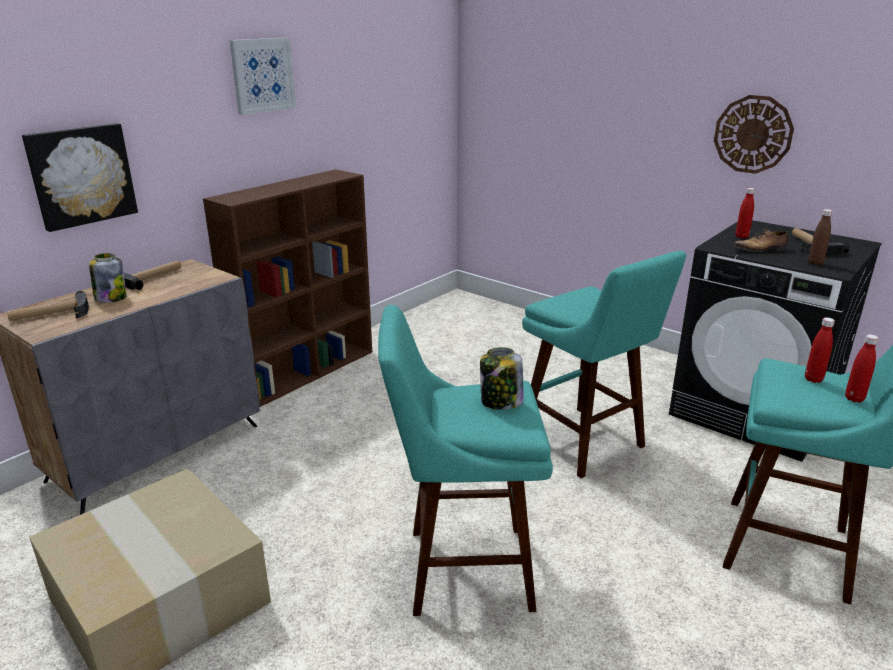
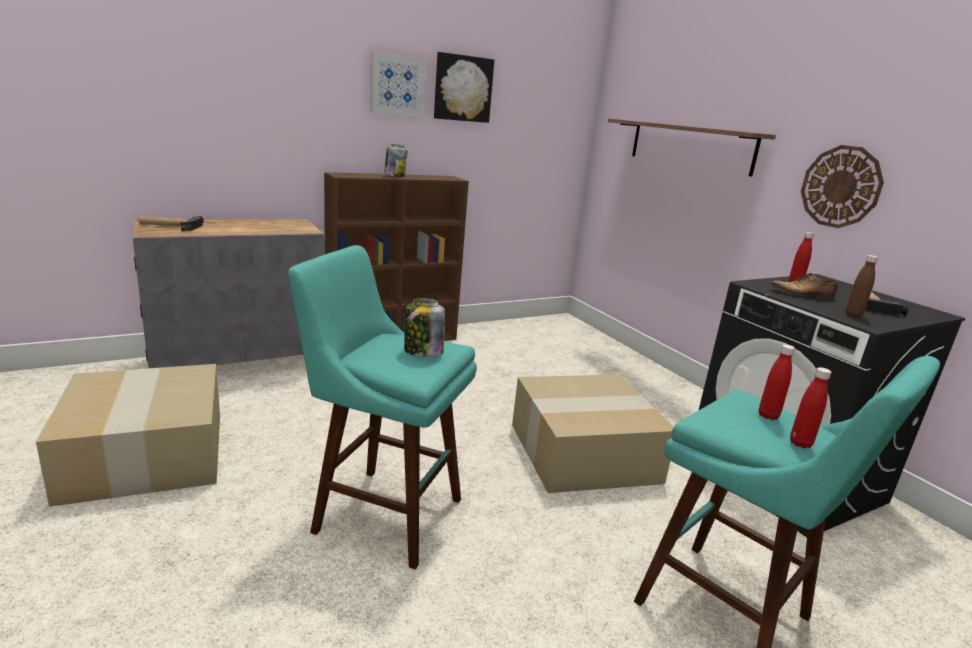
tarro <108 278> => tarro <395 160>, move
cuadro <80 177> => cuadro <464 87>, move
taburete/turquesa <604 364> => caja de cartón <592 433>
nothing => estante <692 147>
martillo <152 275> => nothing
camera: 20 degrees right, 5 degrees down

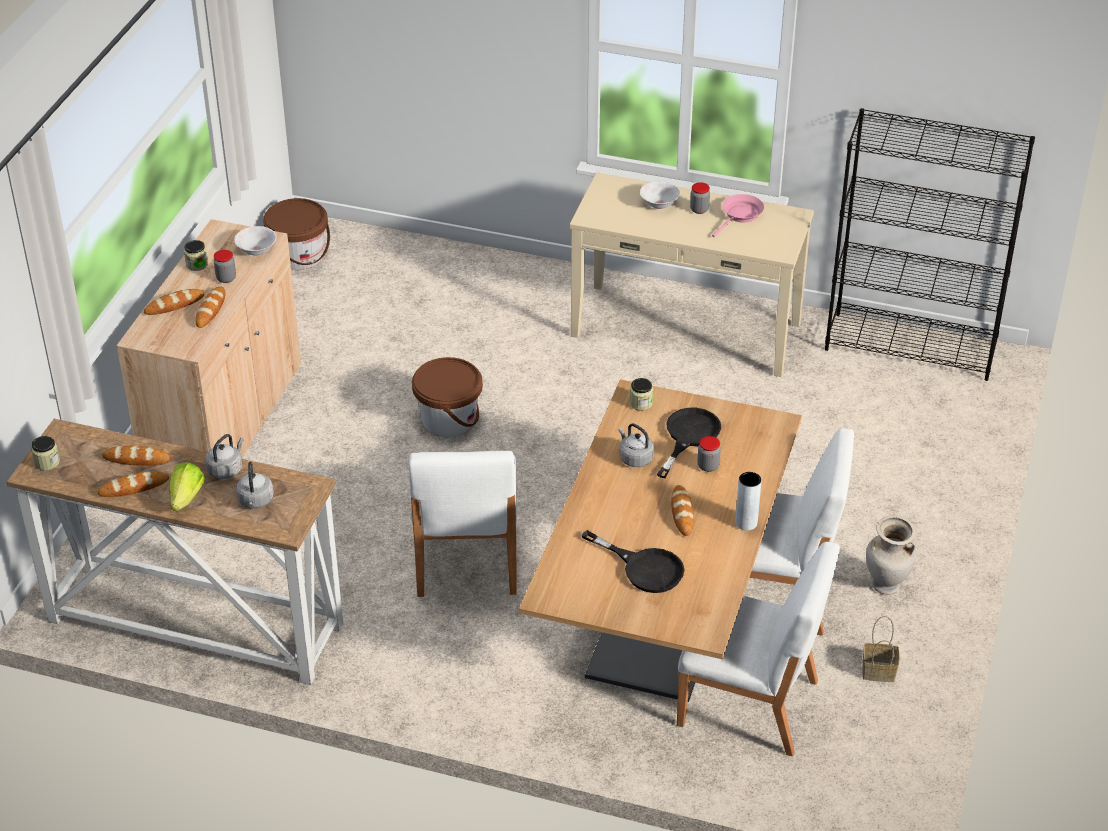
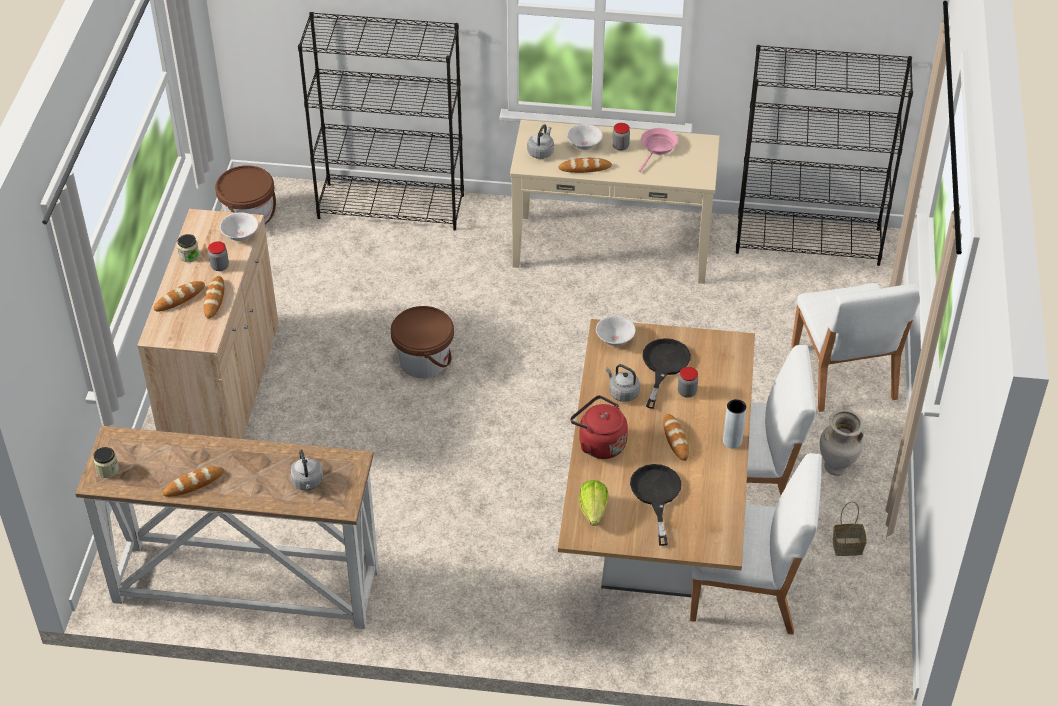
nothing => estantería/negro <381 121>
hervidor/gris <224 456> => hervidor/gris <540 141>, move
pan <136 455> => pan <585 165>, move
nothing => hervidor/rojo <599 427>
lechuga <187 486> => lechuga <594 503>, move
tarro <641 394> => cuenco/blanco <616 331>
sartén/negro <633 561> => sartén/negro <655 505>, 120 degrees counterclockwise
silla/blanco <463 524> => silla/blanco <855 347>, move
camera: 10 degrees left, 5 degrees up

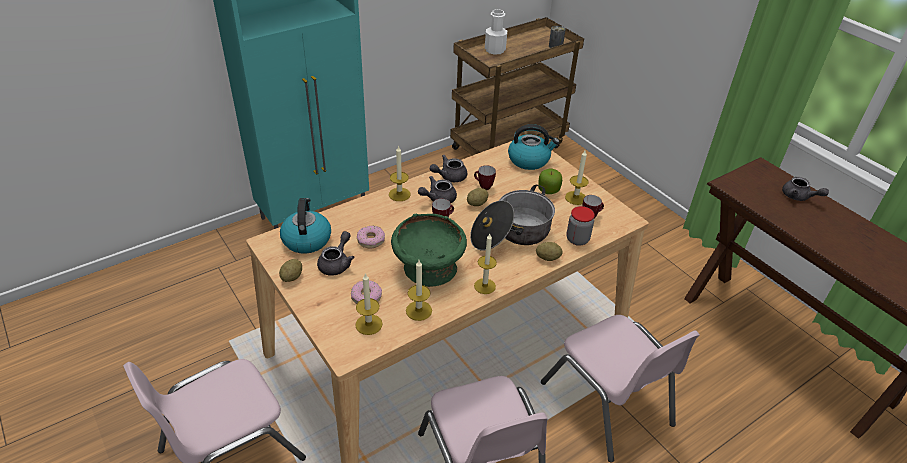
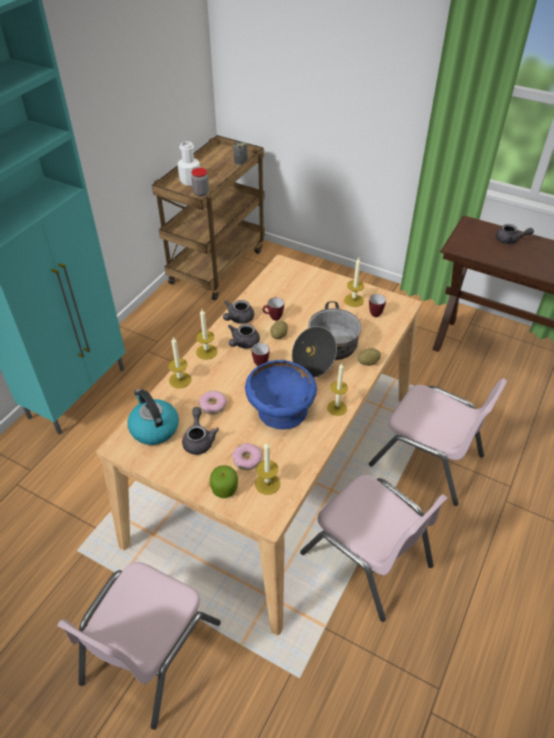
vela <419 290> => vela <179 362>, move
tarro <581 226> => tarro <200 182>, move
manzana <550 181> => manzana <224 481>, move
cuenco/verde <429 250> => cuenco/azul <281 394>
patata <290 270> => nothing
hervidor <533 147> => nothing
camera: 25 degrees left, 5 degrees up

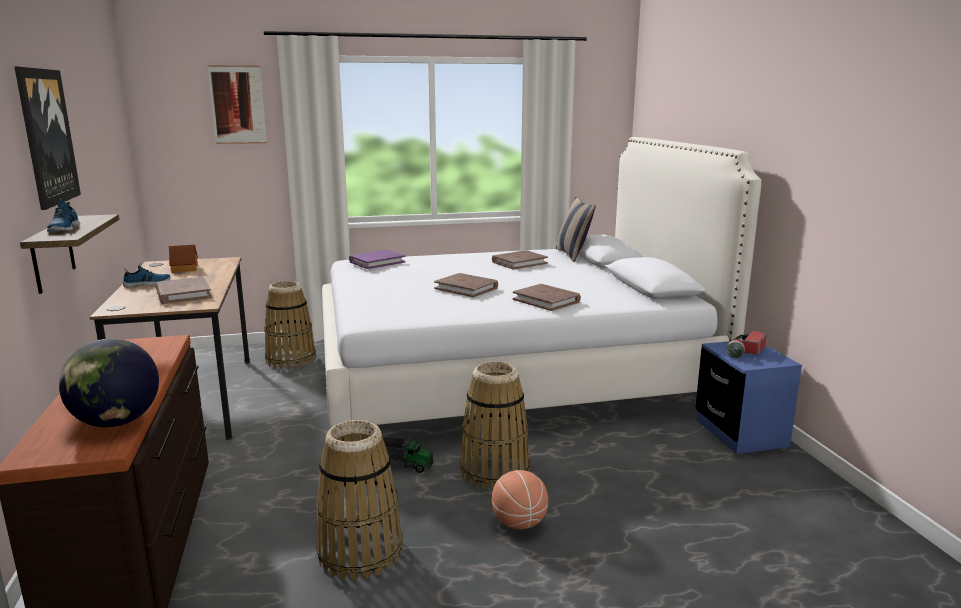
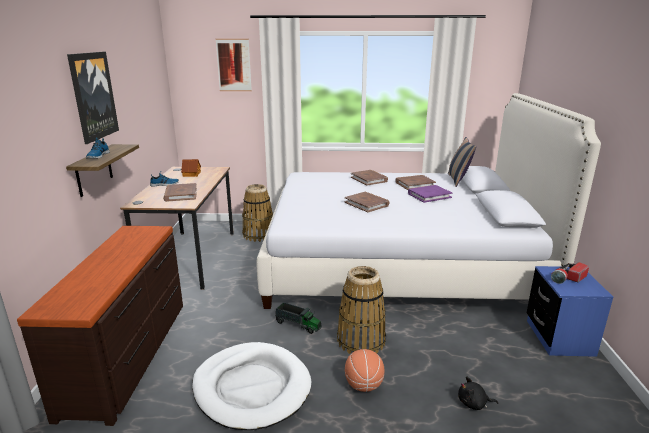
cesta <359 500> => cama para perro/blanco <251 386>
libro/marrón <547 297> => libro/marrón <369 178>, move
libro/morado <377 259> => libro/morado <430 194>, move
nothing => peluche/negro <478 393>
globo terráqueo <109 383> => nothing
camera: 15 degrees right, 5 degrees up

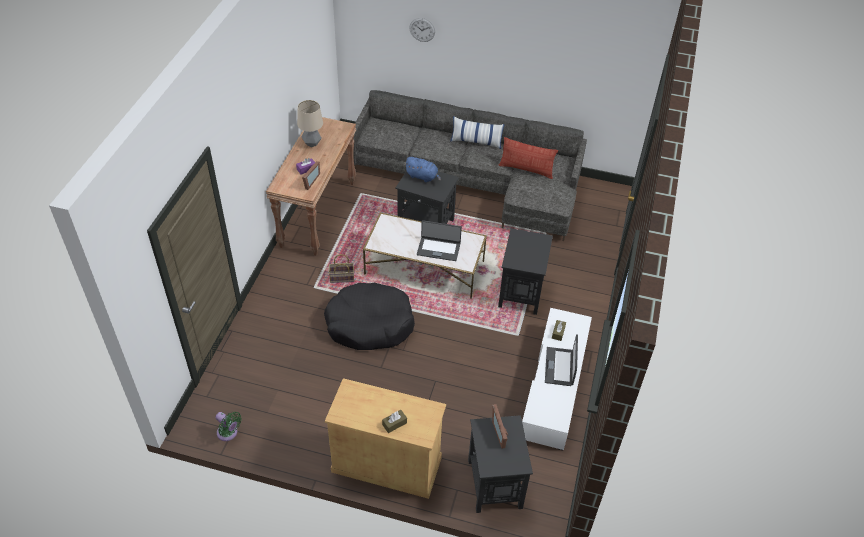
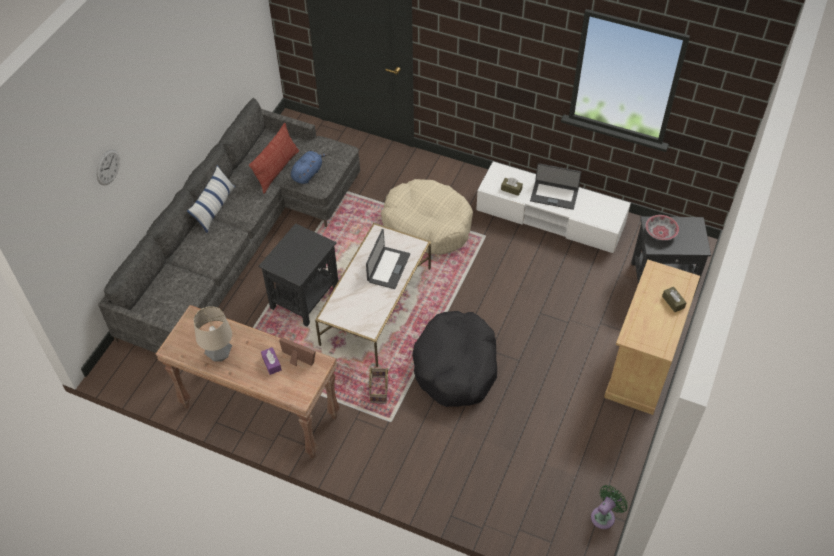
peluche/azul <423 169> => peluche/azul <309 167>, move
mesa auxiliar/negro <525 271> => cama para perro/beis <427 217>
portarretratos <500 426> => cuenco <662 227>
camera: 80 degrees left, 5 degrees up

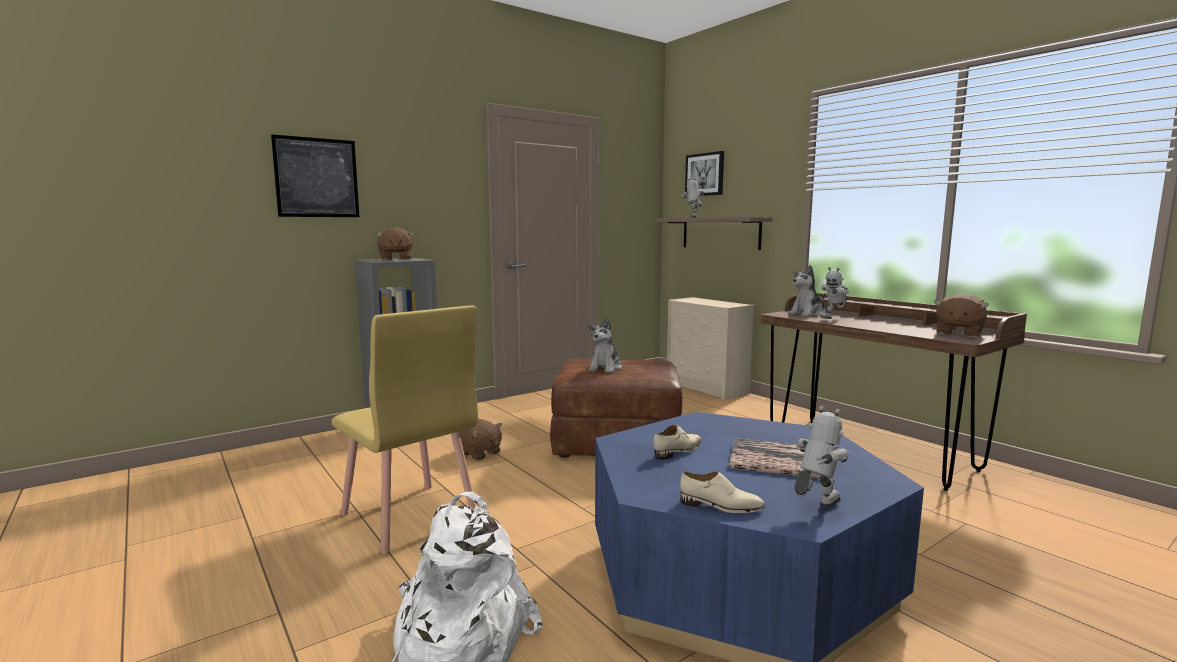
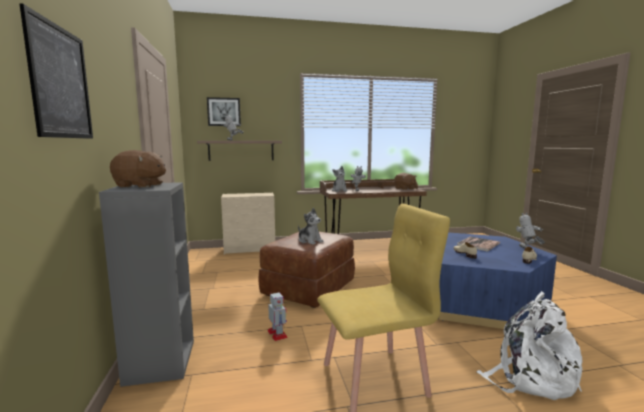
peluche/marrón <480 439> => robot de juguete <278 316>
camera: 65 degrees left, 0 degrees up

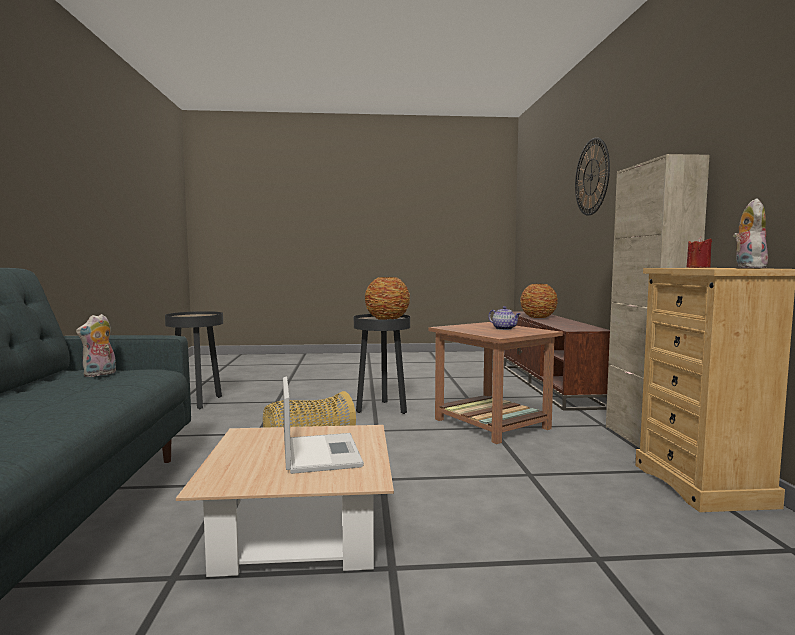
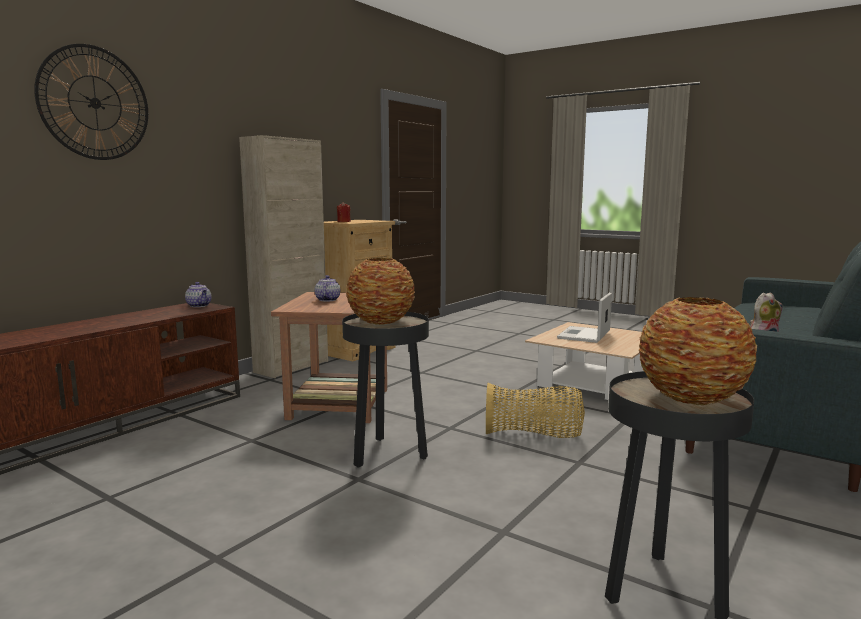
nothing => tetera <198 294>
florero <539 301> => florero <698 351>, move
peluche <750 233> => nothing
camera: 140 degrees left, 5 degrees up

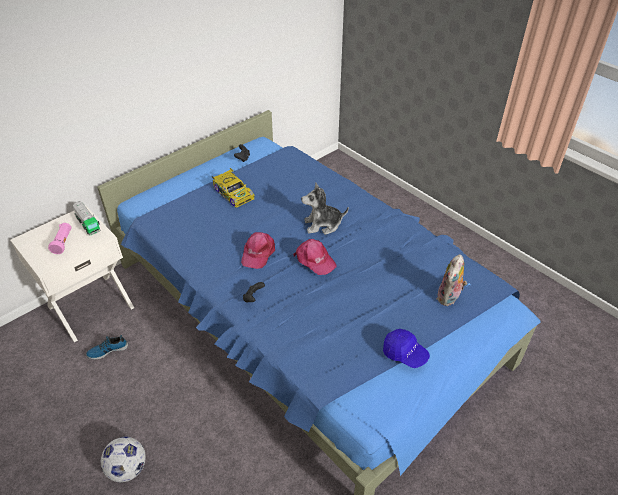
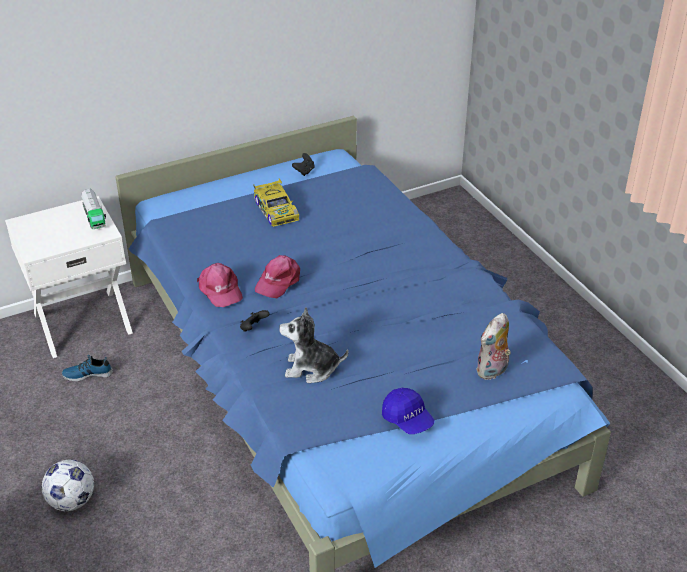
gorra/rosa <314 257> => gorra/rosa <220 285>, move
peluche <325 209> => peluche <314 345>, move
linterna/rosa <60 238> => nothing
camera: 15 degrees right, 5 degrees down

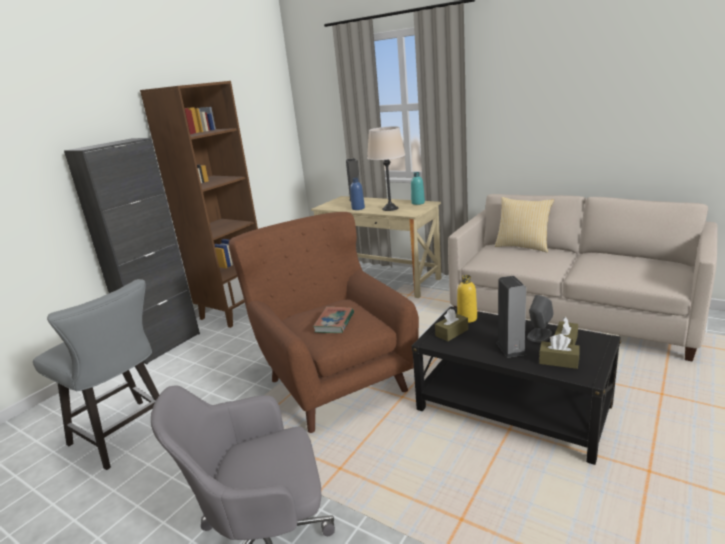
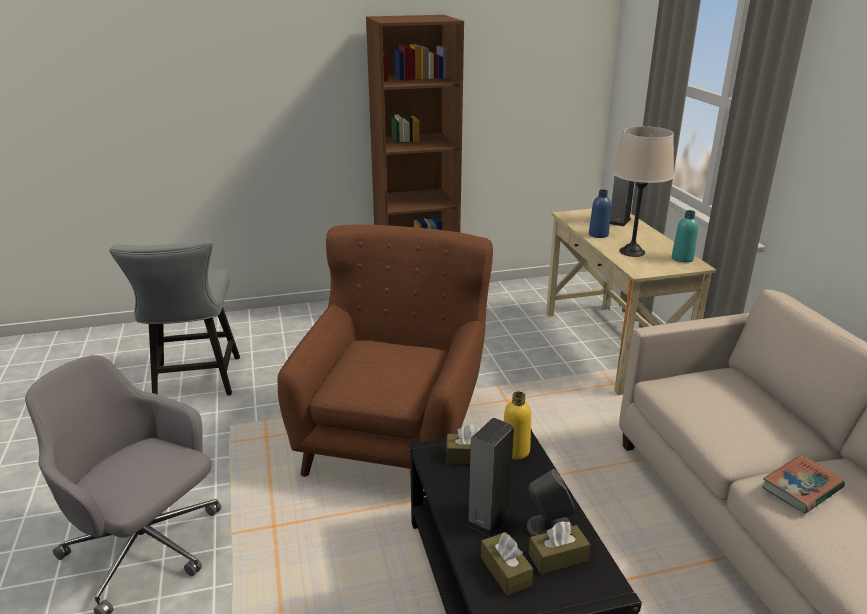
libro <333 320> => libro <803 484>, move
armario/negro <132 251> => nothing
cojín <524 224> => nothing
camera: 40 degrees right, 5 degrees up

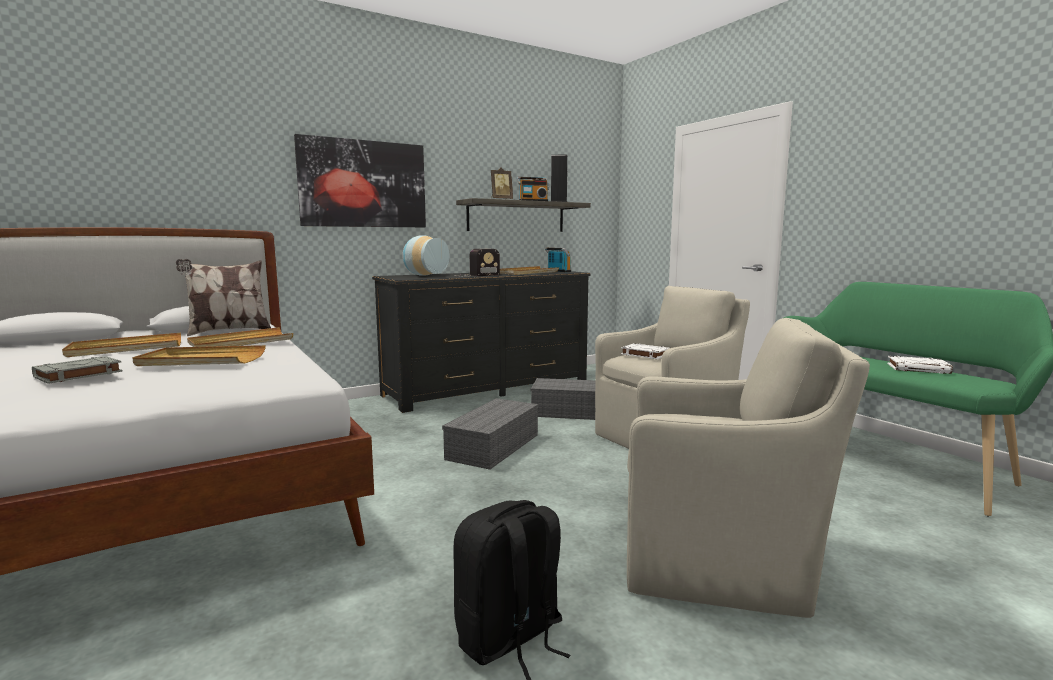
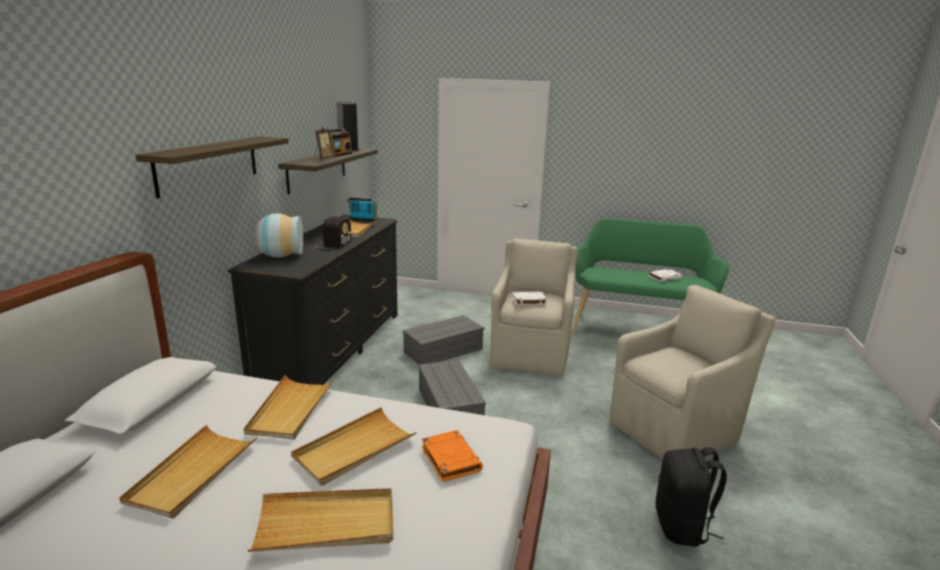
cuadro <360 180> => estante <212 168>
libro/gris <77 370> => bandeja/beis <320 520>
nothing => libro/naranja <452 456>
cojín <223 297> => nothing
camera: 45 degrees left, 10 degrees up

